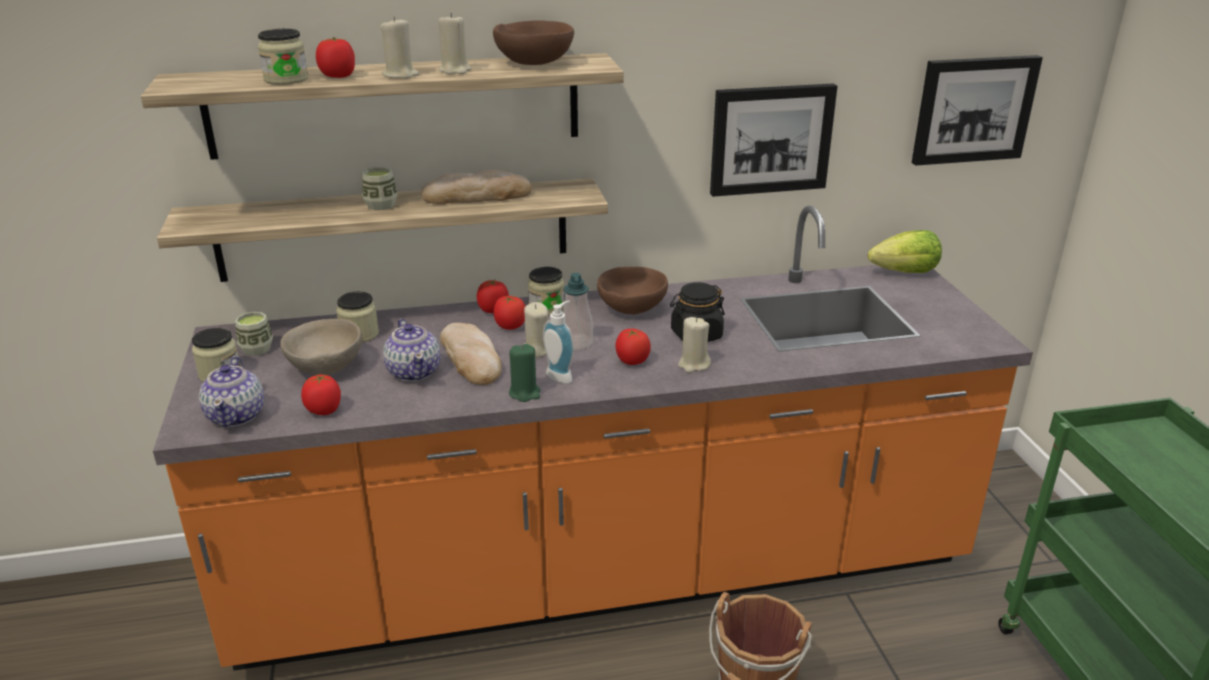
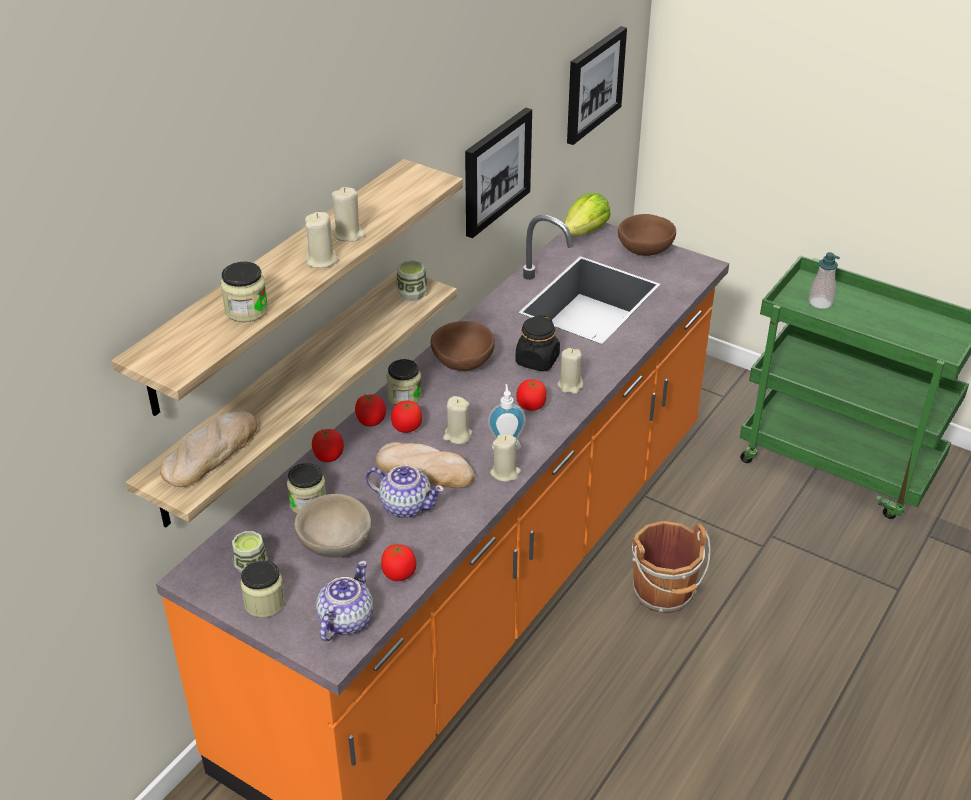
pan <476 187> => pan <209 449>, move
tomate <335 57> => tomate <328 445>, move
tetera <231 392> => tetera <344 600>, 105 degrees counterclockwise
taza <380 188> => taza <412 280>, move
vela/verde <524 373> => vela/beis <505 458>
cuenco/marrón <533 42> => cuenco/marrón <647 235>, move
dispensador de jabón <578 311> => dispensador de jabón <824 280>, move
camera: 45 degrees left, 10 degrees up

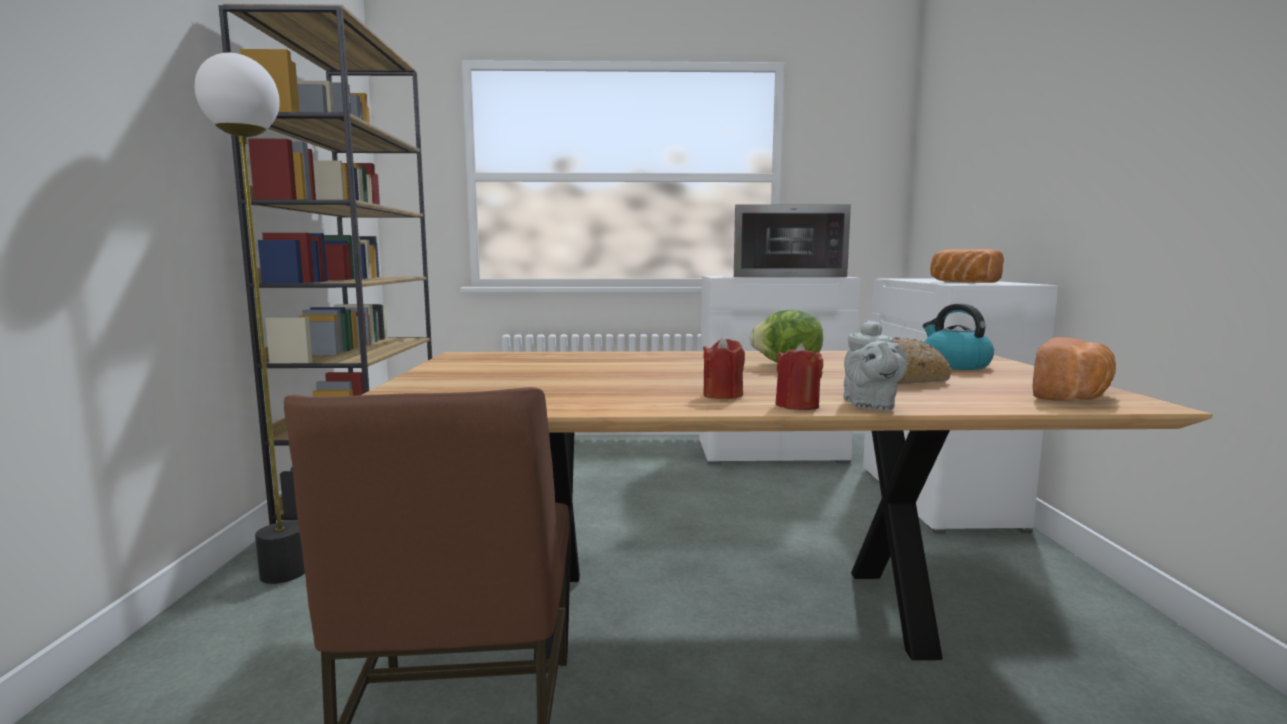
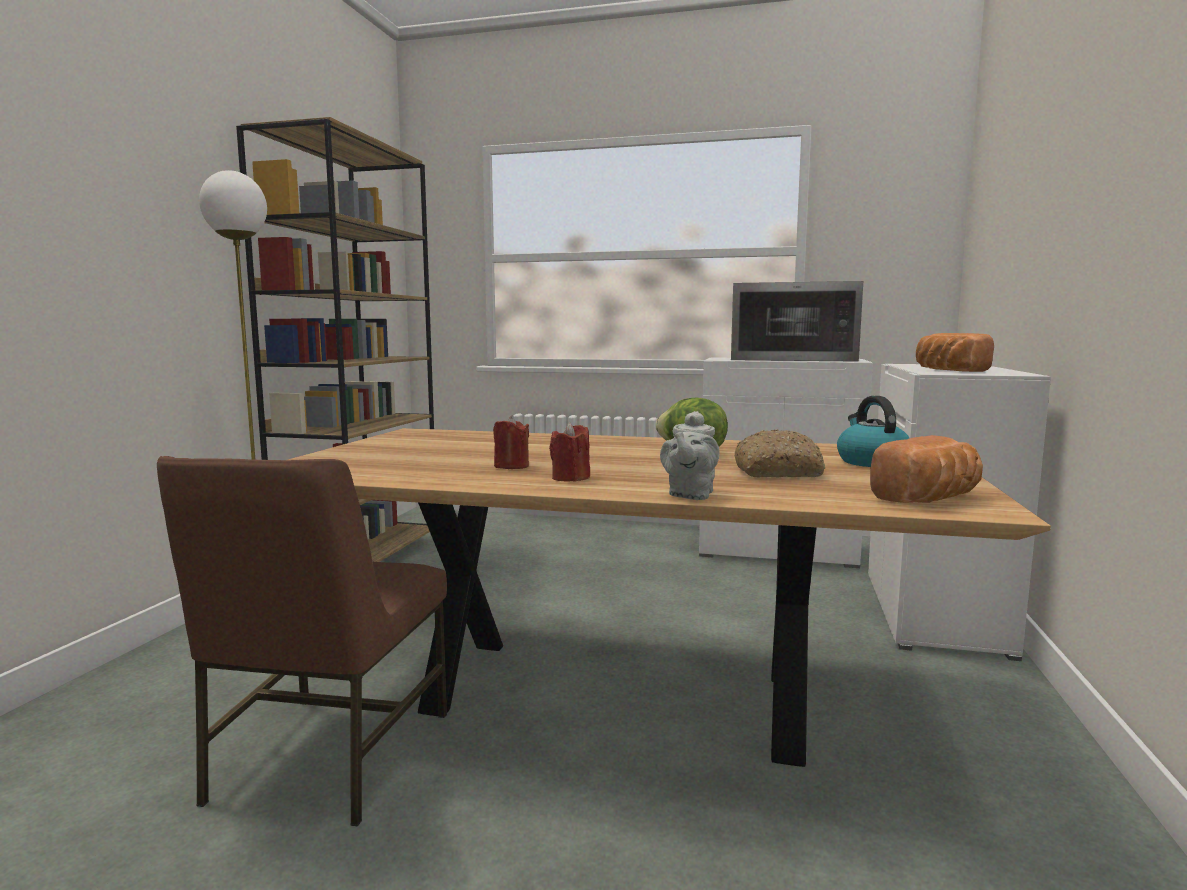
vela/rojo <799 376> => vela/rojo <511 442>, move
camera: 15 degrees right, 0 degrees up

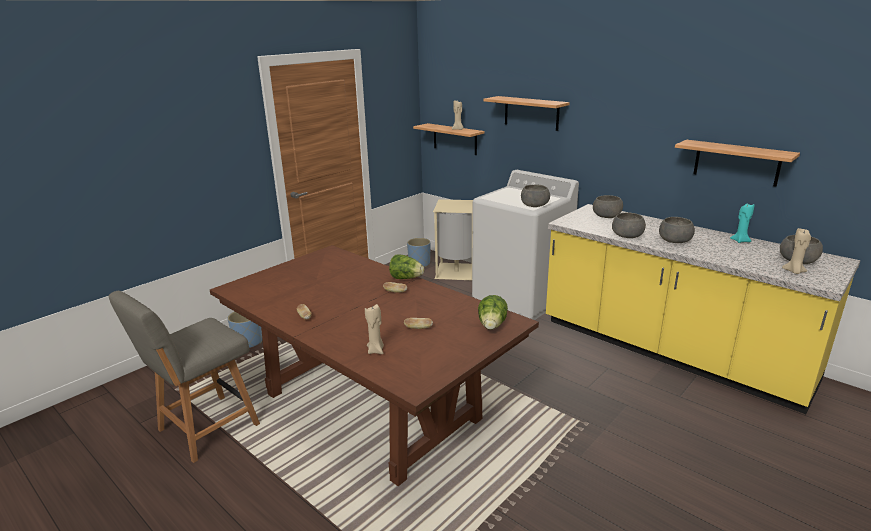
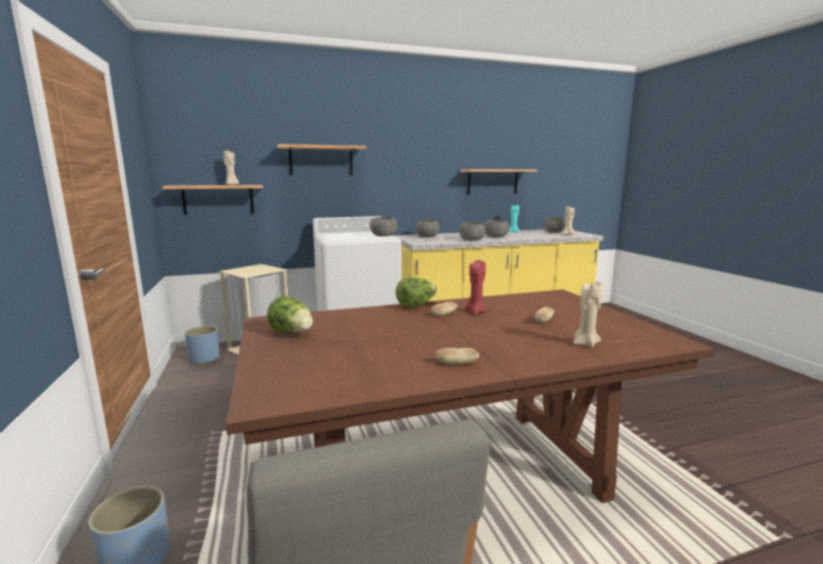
lechuga <493 312> => lechuga <290 314>, move
nothing => vela/rojo <475 287>
camera: 60 degrees left, 10 degrees down

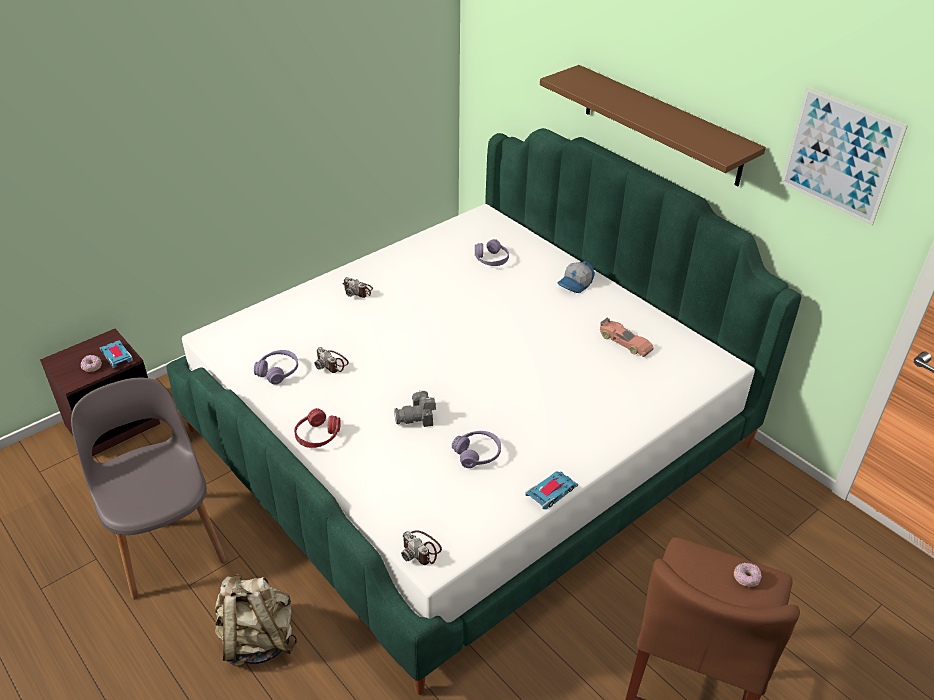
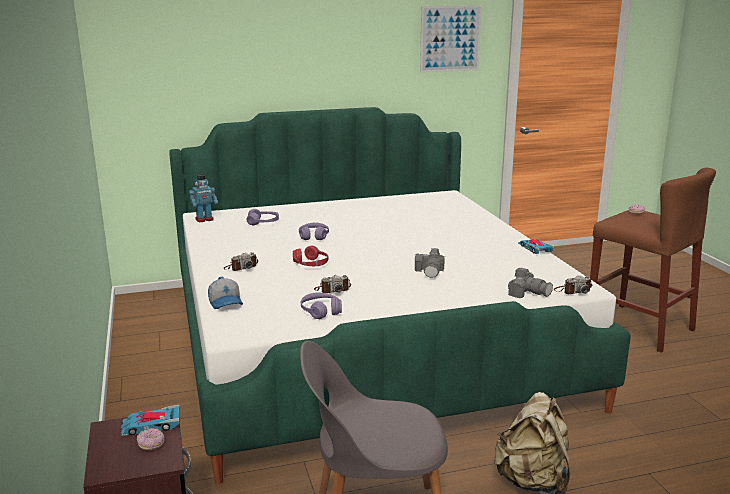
nothing => robot de juguete <203 198>
gorra <576 277> => gorra <225 293>, move
auriculares/rojo <317 428> => auriculares/rojo <310 255>, move
auriculares/morado <476 449> => auriculares/morado <314 231>, move
nothing => cámara <530 283>
estante/marrón <653 126> => nothing
coche de juguete <627 337> => nothing
camera: 65 degrees left, 20 degrees down

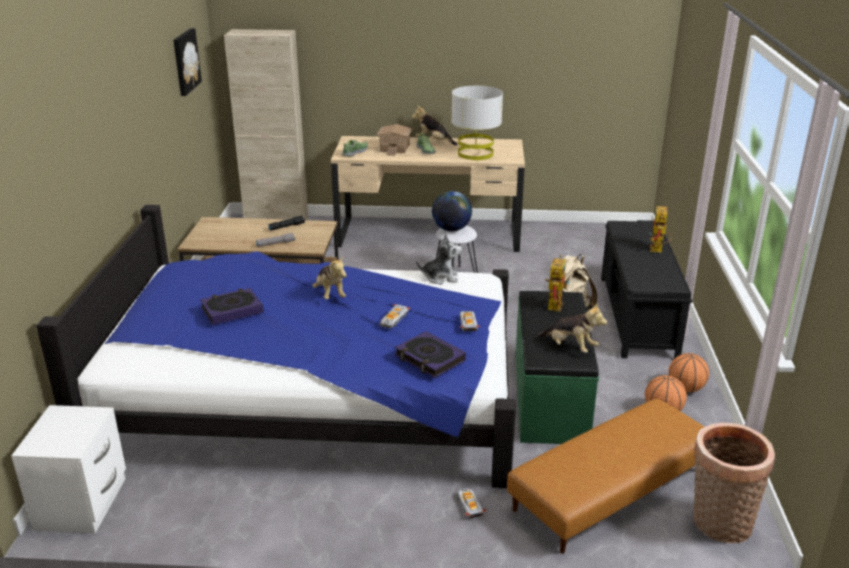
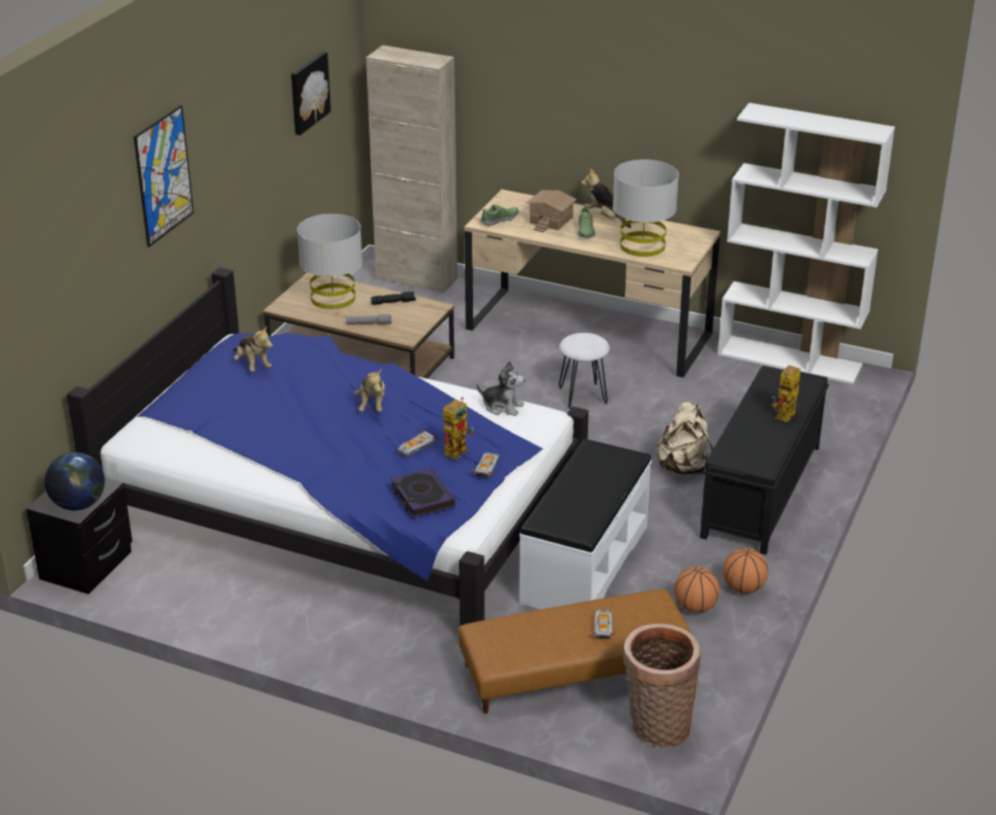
mesita de noche/blanco <68 469> => mesita de noche/negro <79 535>
globo terráqueo <452 211> => globo terráqueo <75 481>, move
nothing => cuadro <164 176>
peluche <571 328> => peluche <253 348>, move
nothing => lámpara de mesa/gris <329 261>
robot de juguete <557 283> => robot de juguete <458 428>, move
banco/verde <557 367> => banco/blanco <585 524>
coche de juguete <472 503> => coche de juguete <603 624>, move
nothing => estantería/blanco <806 243>
libro <231 306> => nothing
camera: 20 degrees right, 5 degrees up

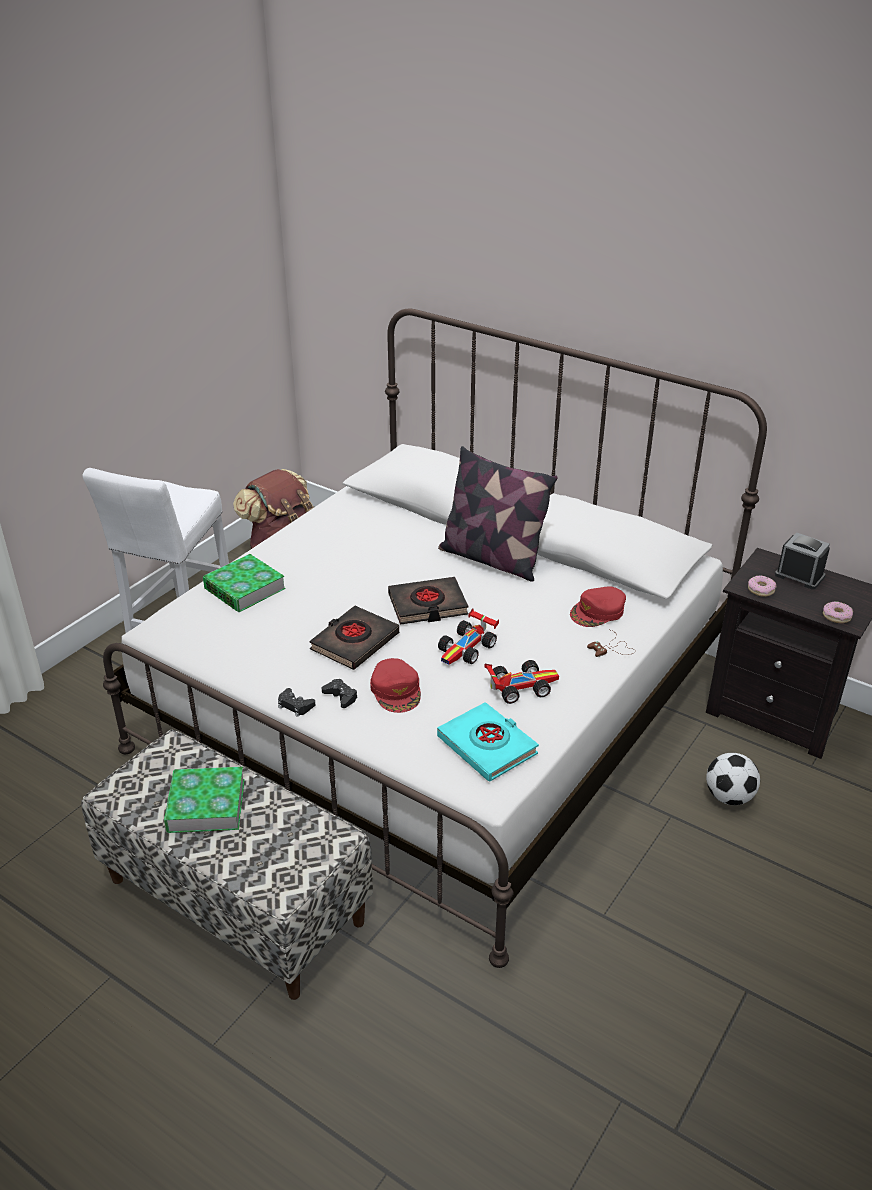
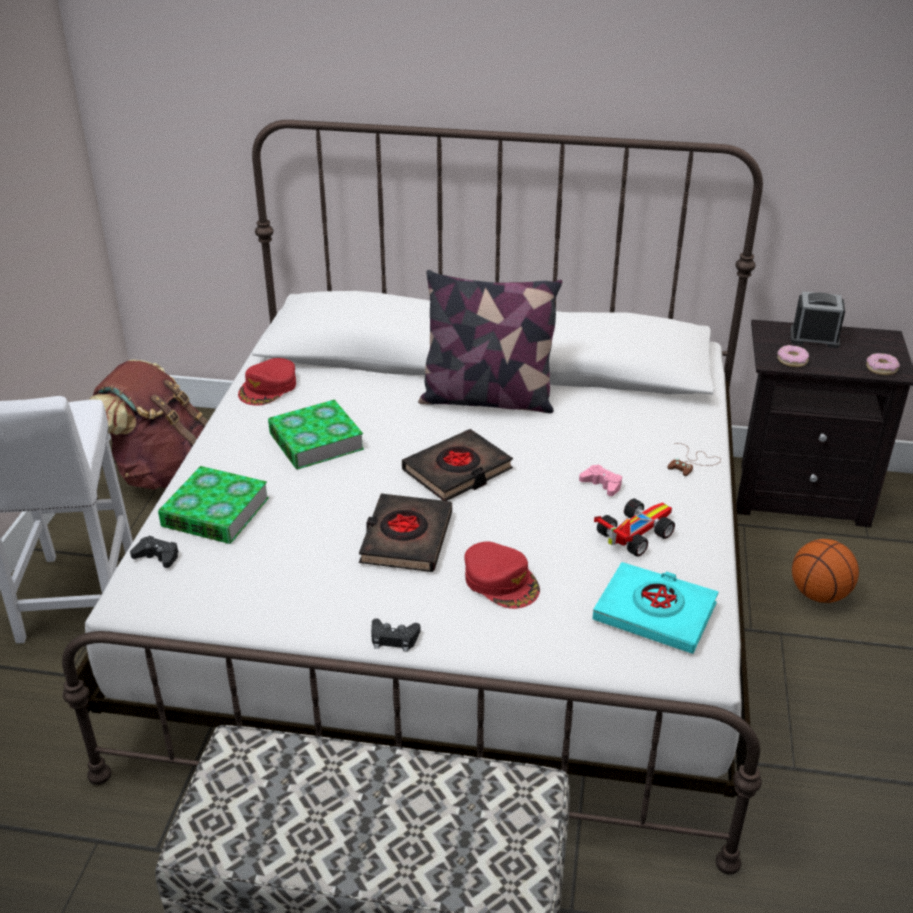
mando de consola/negro <340 693> => mando de consola/negro <154 552>, move
gorra/rojo <598 606> => gorra/rojo <267 382>, move
libro <204 799> => libro <316 434>, move
nothing => mando de consola/rosa <600 480>
balón de fútbol <733 779> => balón de baloncesto <825 571>
coche de juguete <468 636> => nothing
camera: 25 degrees left, 0 degrees up

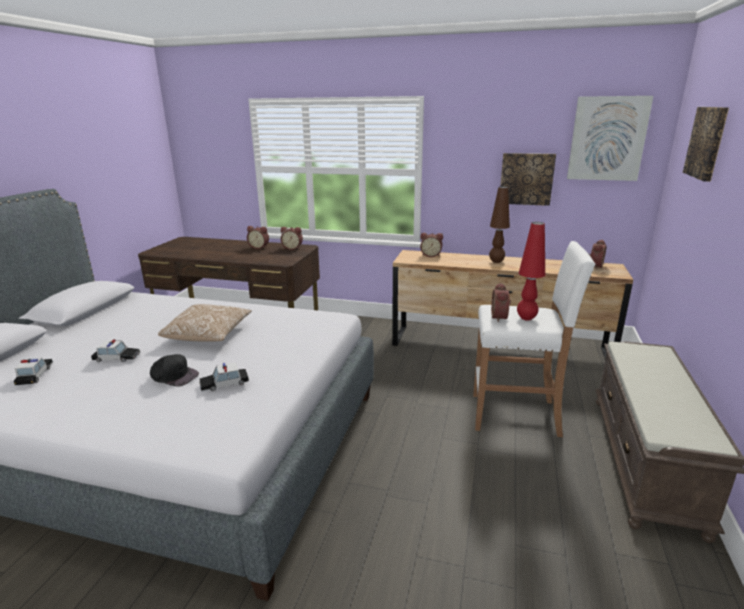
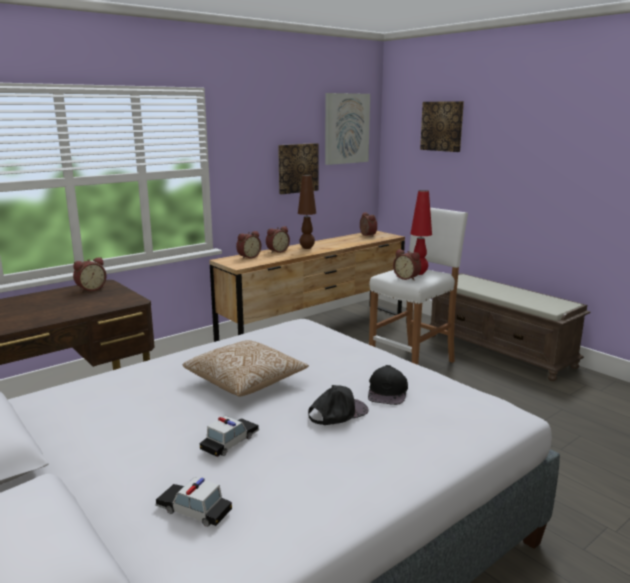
despertador <258 237> => despertador <278 239>, move
coche de juguete <224 377> => gorra/negro <388 385>
camera: 55 degrees left, 5 degrees down

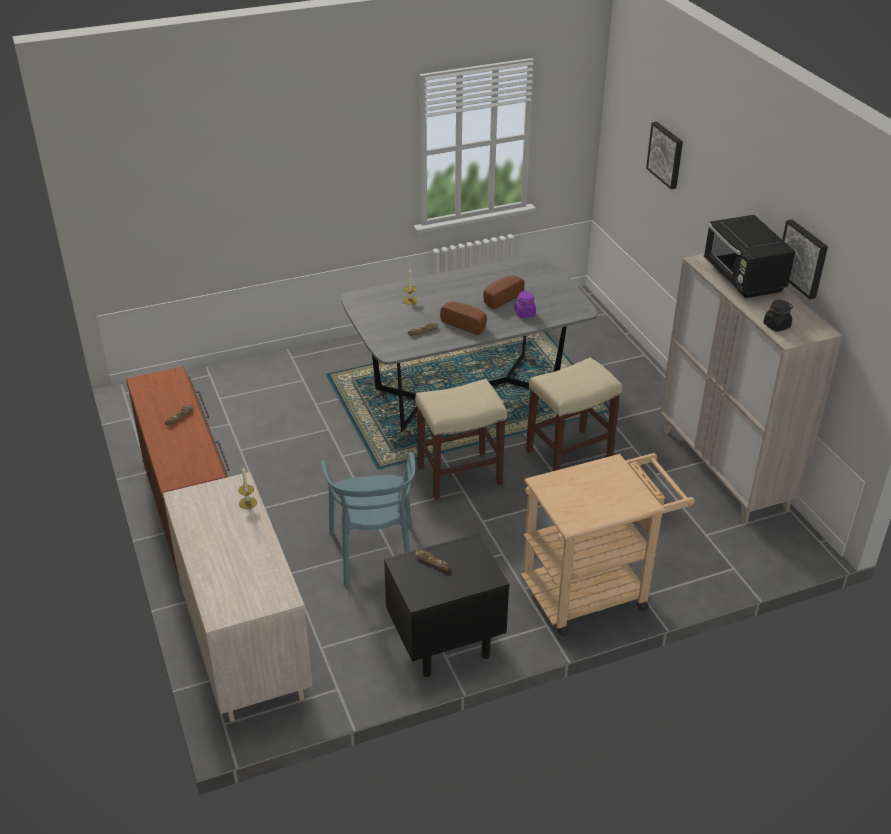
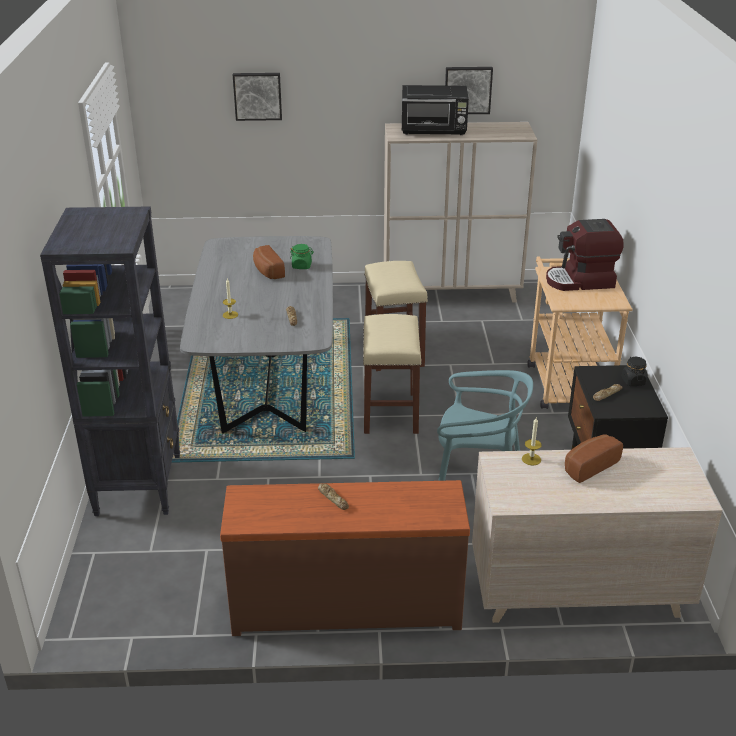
nothing => estantería/negro <110 361>
tarro/morado <525 304> => tarro/verde <302 256>
nothing => cafetera <585 255>
pan <463 318> => pan <594 458>, move
tarro/negro <778 316> => tarro/negro <635 371>, move
camera: 70 degrees left, 5 degrees down

